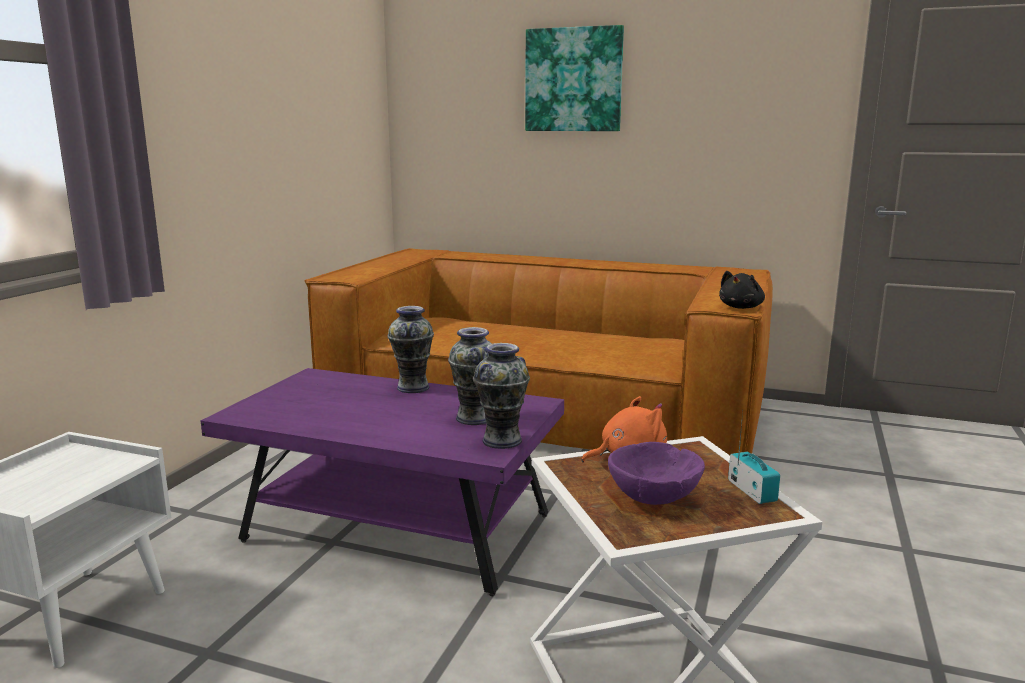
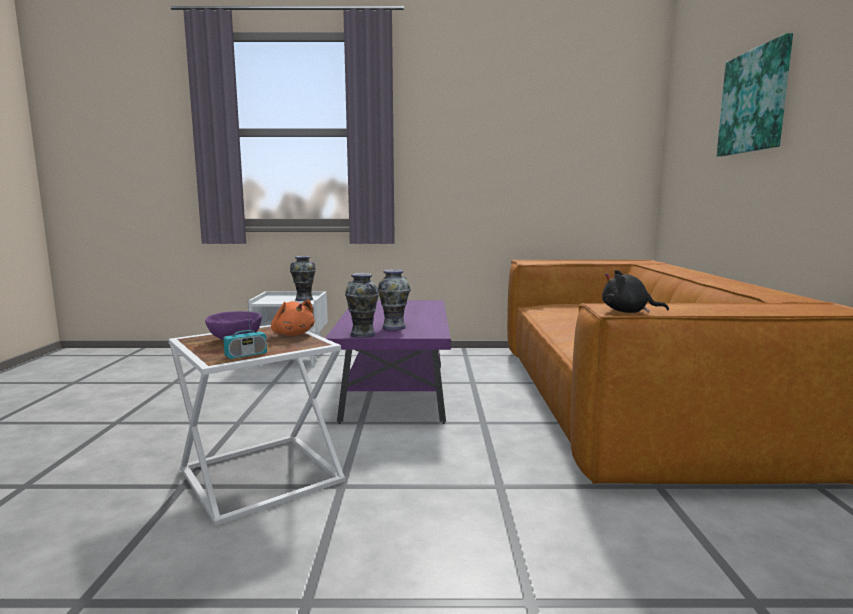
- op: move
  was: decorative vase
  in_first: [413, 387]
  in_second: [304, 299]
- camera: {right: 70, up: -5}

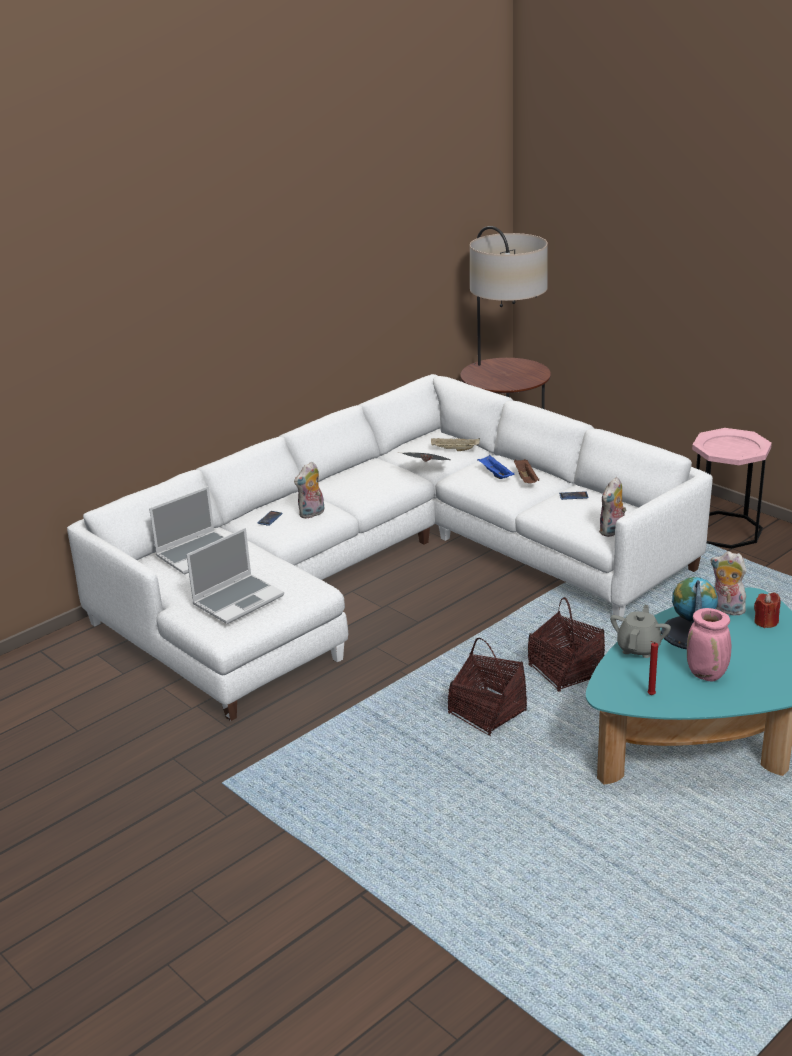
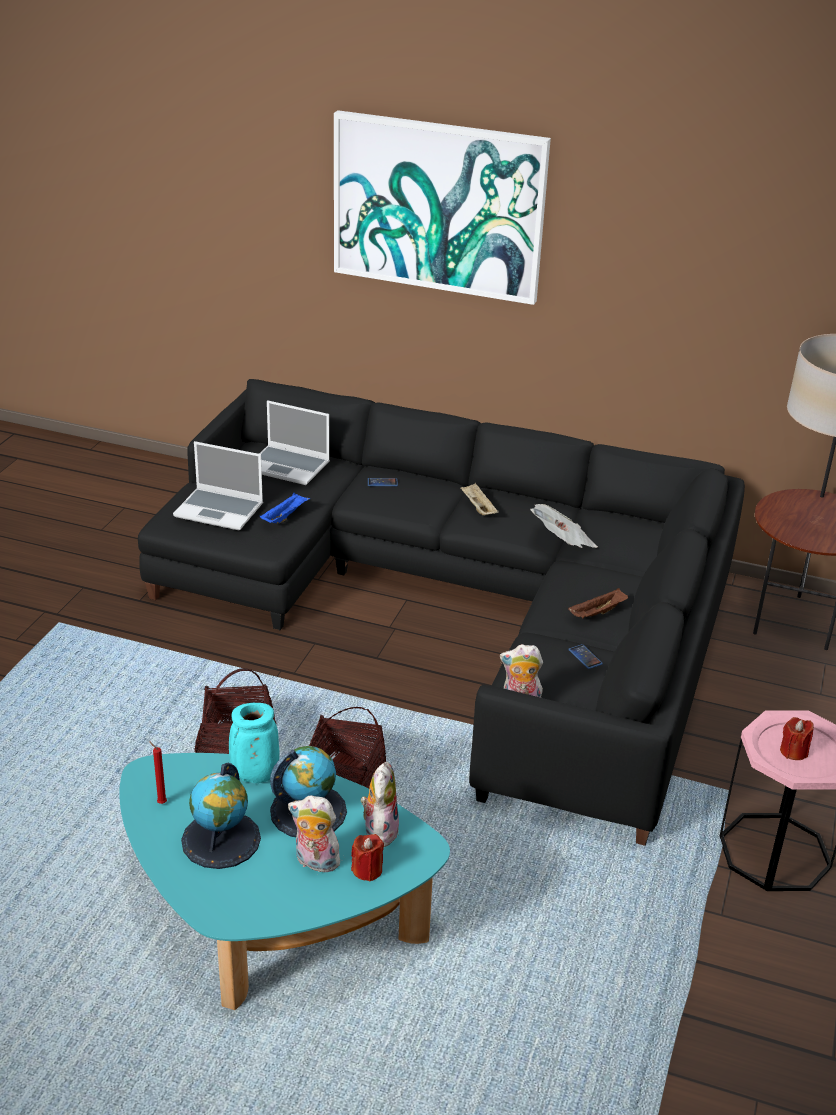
- op: recolor
  was: settee (whitish)
  now: settee (black)
  in_first: [387, 568]
  in_second: [466, 608]
- op: move
  was: tray (sand-coloured)
  in_first: [454, 450]
  in_second: [478, 508]
- op: move
  was: tray (bluish)
  in_first: [495, 474]
  in_second: [285, 516]
- op: move
  was: plush toy
  in_first: [312, 514]
  in_second: [315, 862]
- op: replace
  was: tea pot (grey)
  now: decorative vase (turquoise-coloured)
  in_first: [639, 648]
  in_second: [254, 776]
- op: replace
  was: decorative vase (pink)
  now: globe
  in_first: [707, 675]
  in_second: [221, 840]
- op: insert
  now: picture
  in_second: [438, 206]
- op: insert
  now: candle (reddish)
  in_second: [793, 751]
- camera: {right: 60, up: 5}

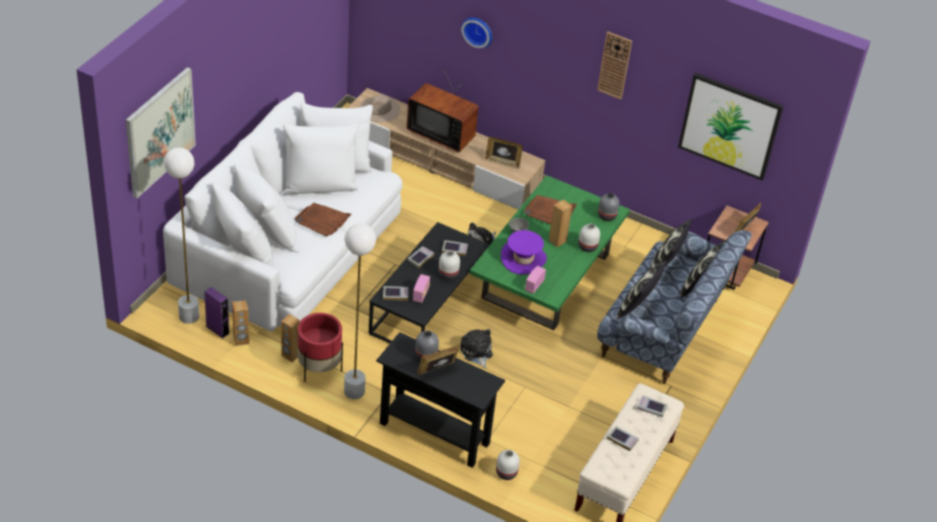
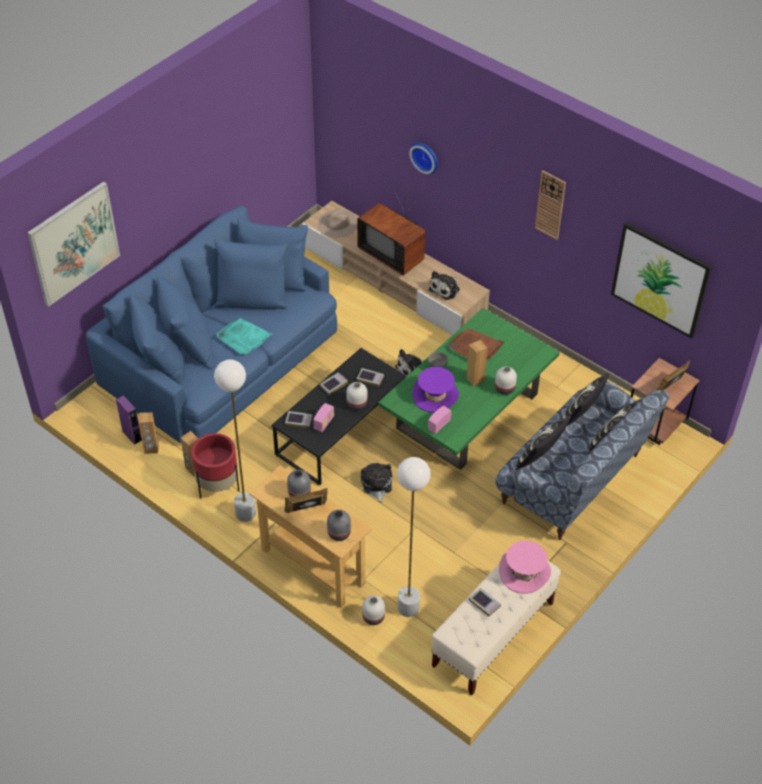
- op: recolor
  was: settee (whitish)
  now: settee (bluish)
  in_first: [288, 248]
  in_second: [221, 357]
- op: replace
  was: picture frame
  now: plush toy
  in_first: [502, 162]
  in_second: [445, 289]
- op: move
  was: floor lamp (whitish)
  in_first: [189, 316]
  in_second: [408, 608]
- op: move
  was: decorative vase (grey)
  in_first: [607, 215]
  in_second: [339, 533]
- op: recolor
  was: tray (brown-coloured)
  now: tray (turquoise-coloured)
  in_first: [322, 221]
  in_second: [243, 338]
- op: recolor
  was: narrow table (black)
  now: narrow table (sand-coloured)
  in_first: [434, 433]
  in_second: [312, 566]
- op: replace
  was: volume
  now: hat (pink)
  in_first: [651, 408]
  in_second: [524, 572]
- camera: {right: 15, up: 5}

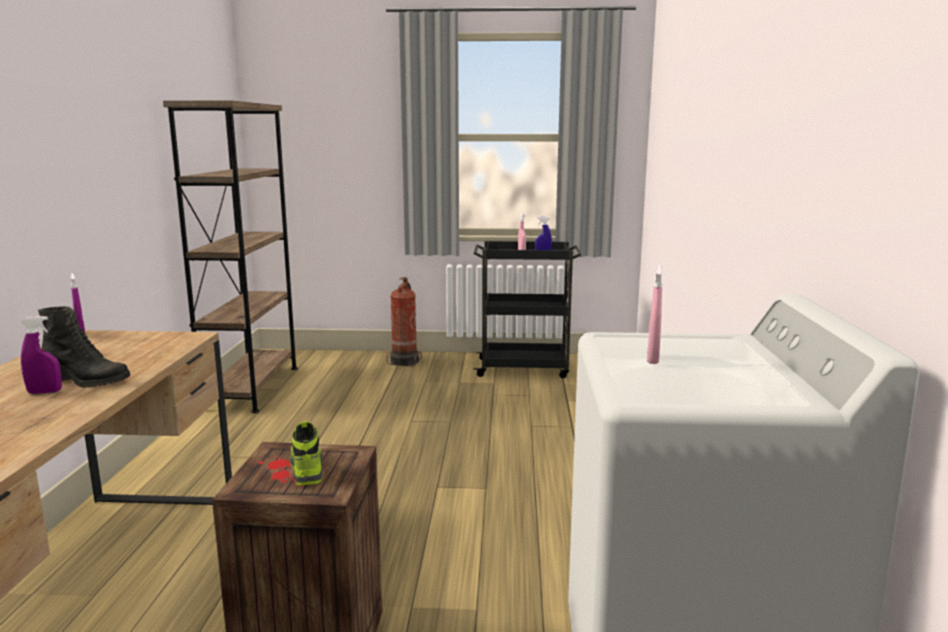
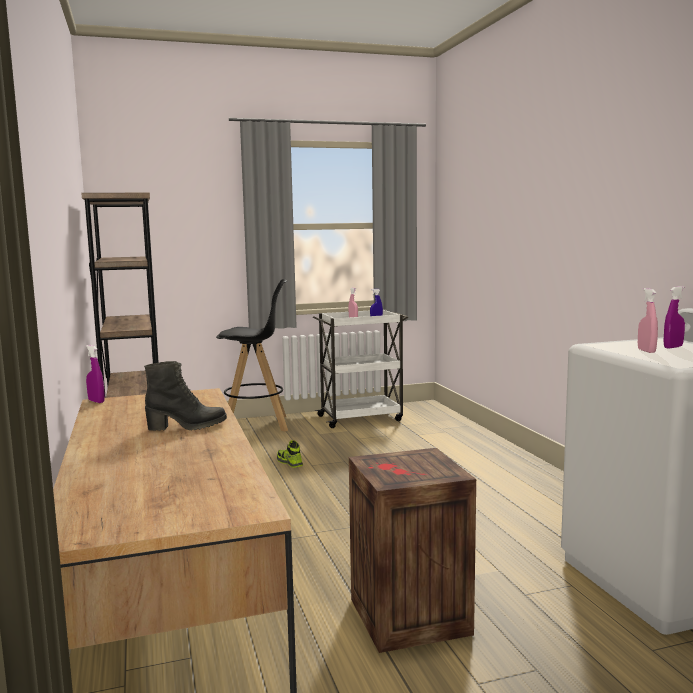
- op: recolor
  was: wheeled cart (black)
  now: wheeled cart (whitish)
  in_first: [524, 368]
  in_second: [361, 418]
- op: replace
  was: extinguisher
  now: stool (black)
  in_first: [405, 361]
  in_second: [256, 425]
- op: move
  was: sprayer (purplish)
  in_first: [44, 392]
  in_second: [673, 347]
- op: move
  was: item of footwear
  in_first: [306, 468]
  in_second: [289, 462]
- camera: {right: -20, up: -5}

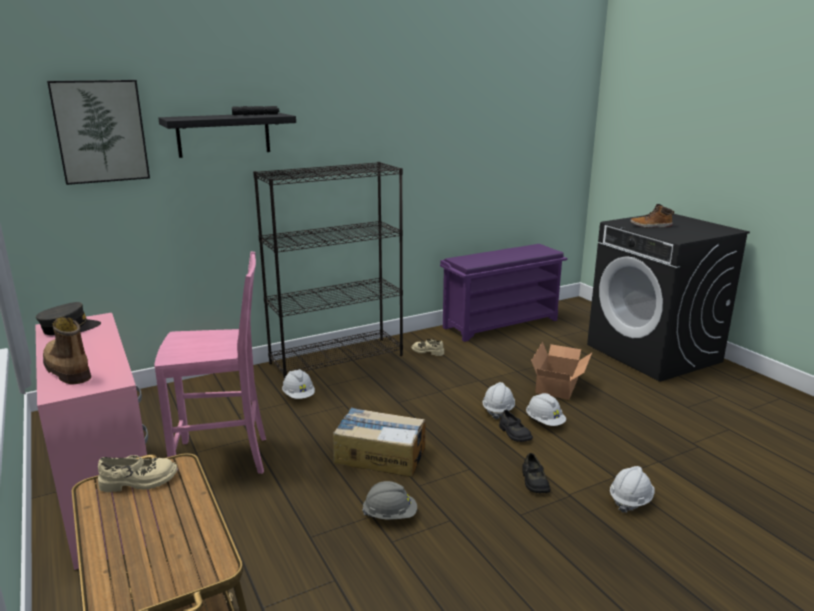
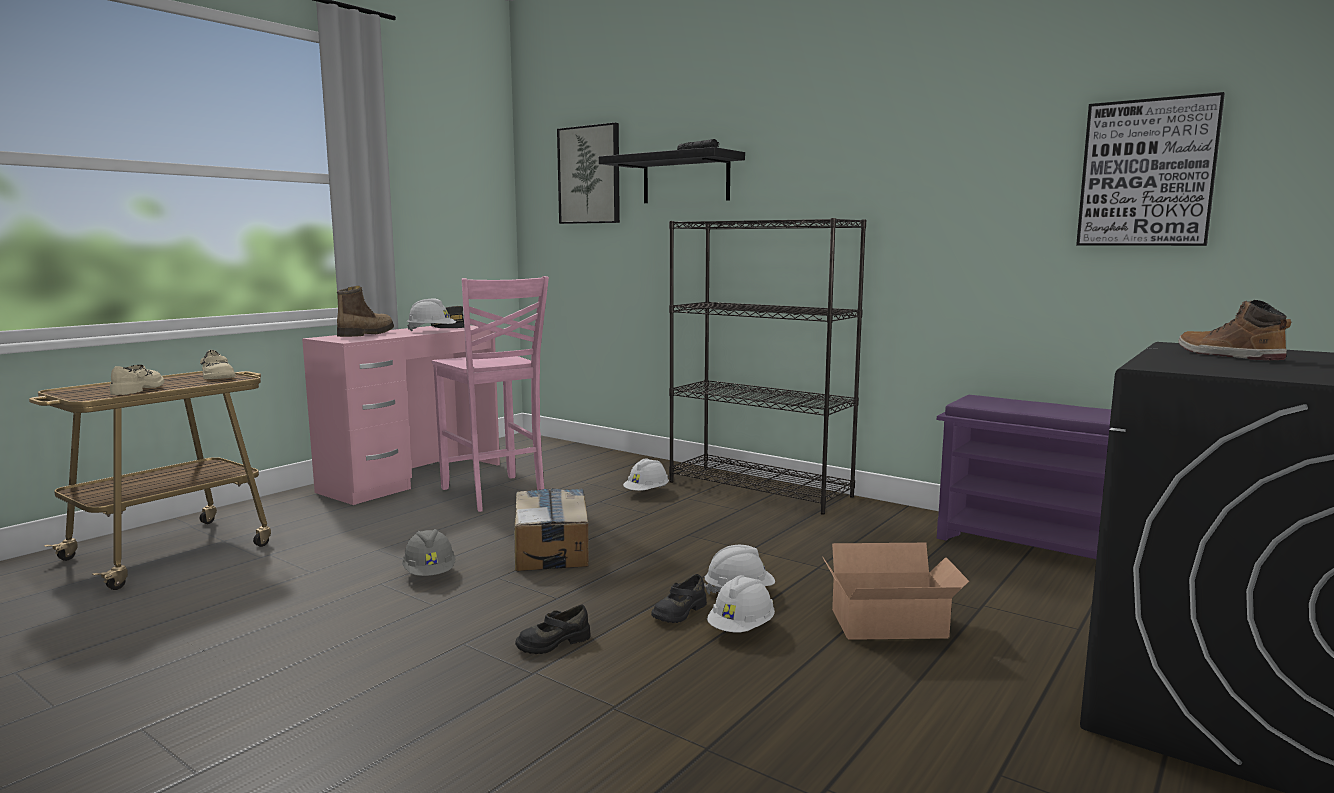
- op: move
  was: item of footwear (sand-coloured)
  in_first: [428, 351]
  in_second: [138, 389]
- op: move
  was: safety helmet (whitish)
  in_first: [630, 500]
  in_second: [431, 331]
- op: insert
  now: picture
  in_second: [1147, 173]
- camera: {right: 65, up: -10}

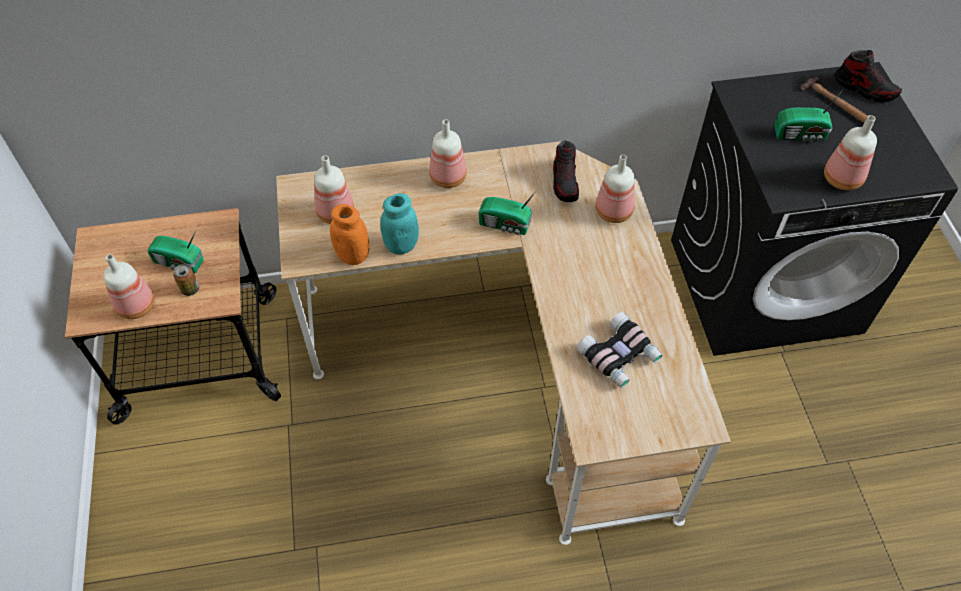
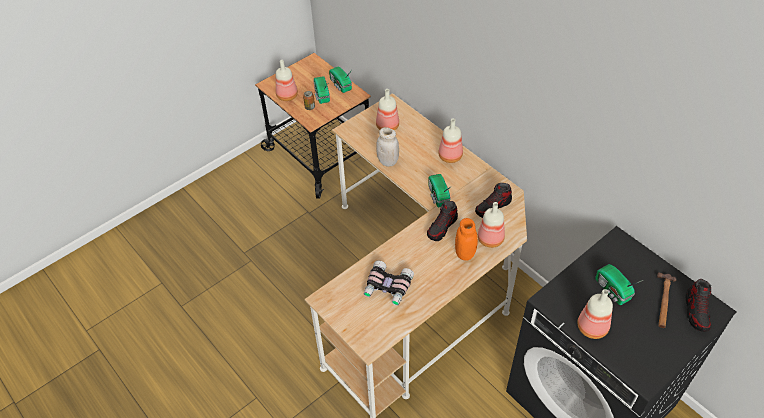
- op: recolor
  was: jar (turquoise-coloured)
  now: jar (whitish)
  in_first: [401, 245]
  in_second: [388, 161]
- op: move
  was: jar (orangey)
  in_first: [353, 256]
  in_second: [465, 253]
- op: insert
  now: radio set
  in_second: [340, 85]
- op: insert
  now: item of footwear
  in_second: [442, 227]
- camera: {right: 60, up: -5}

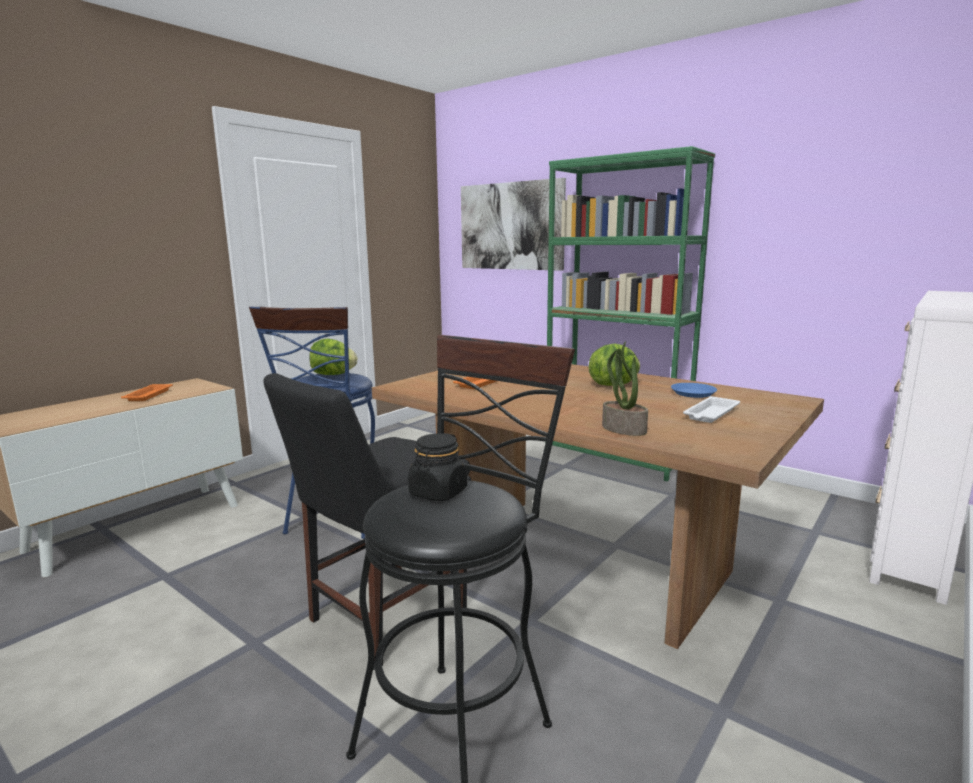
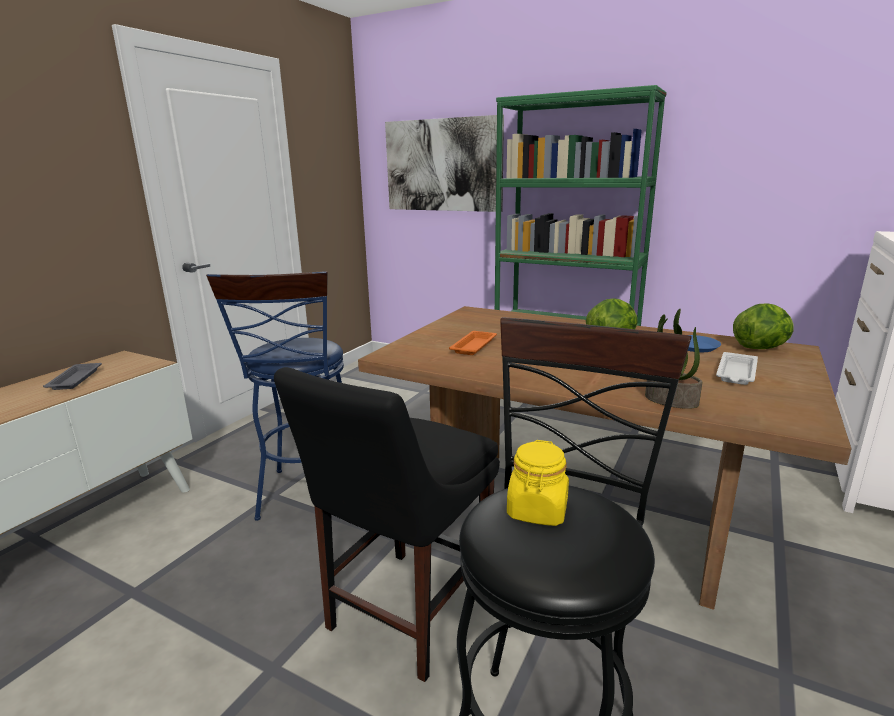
- op: move
  was: lettuce head
  in_first: [333, 374]
  in_second: [761, 348]
- op: recolor
  was: tray (orangey)
  now: tray (grey)
  in_first: [149, 395]
  in_second: [76, 379]
- op: recolor
  was: jar (black)
  now: jar (yellow-coloured)
  in_first: [438, 492]
  in_second: [537, 510]
- camera: {right: -10, up: 5}

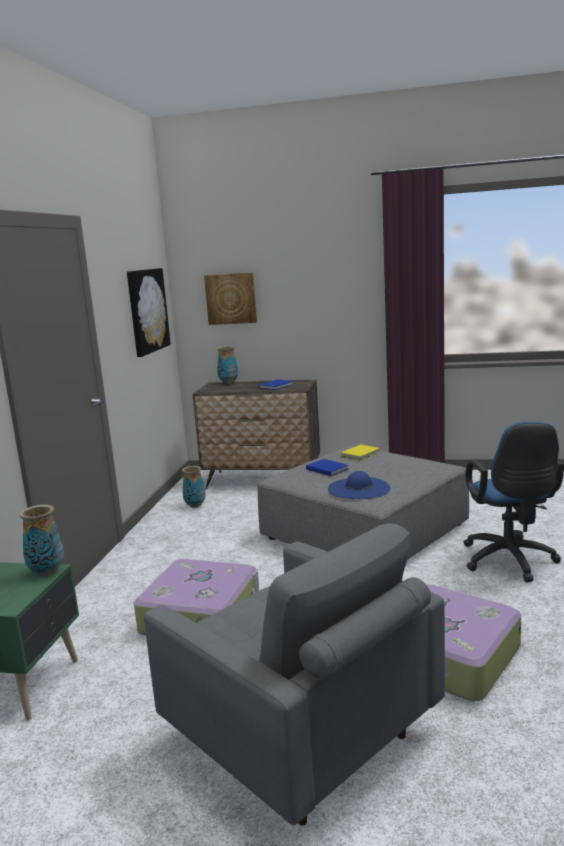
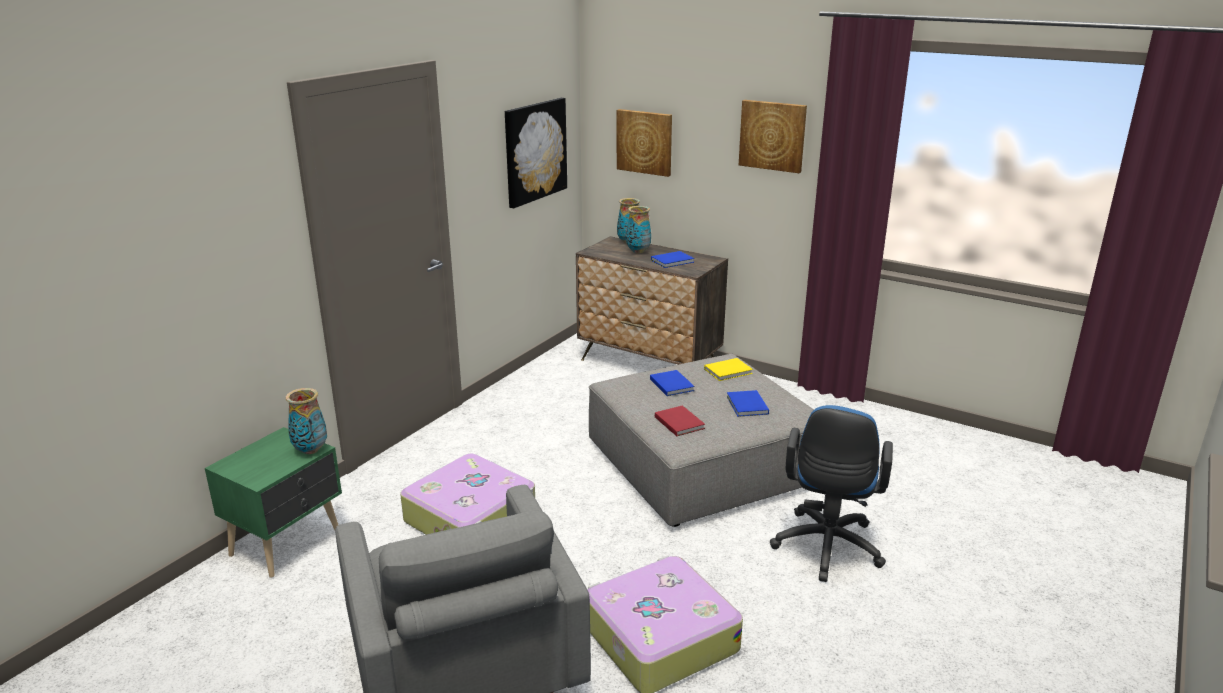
- op: move
  was: decorative vase
  in_first: [195, 506]
  in_second: [638, 251]
- op: replace
  was: hat (bluish)
  now: volume (reddish)
  in_first: [358, 488]
  in_second: [679, 422]
- op: insert
  now: picture
  in_second: [772, 135]
- op: insert
  now: volume (bluish)
  in_second: [746, 406]
- camera: {right: 20, up: 10}

